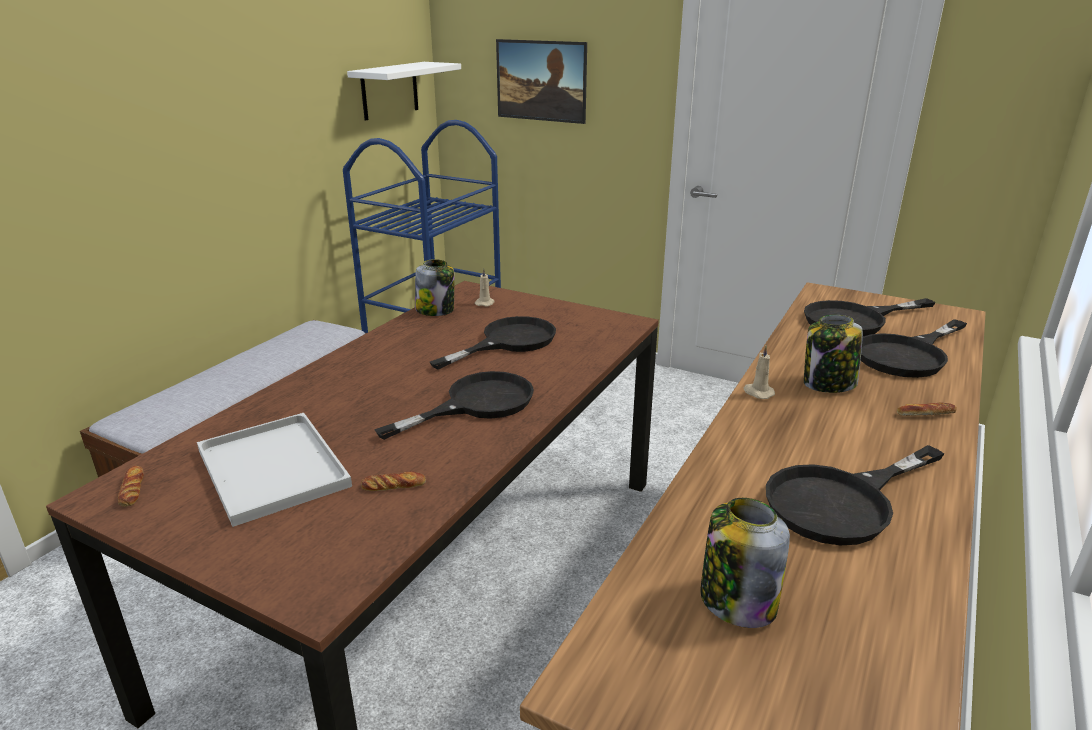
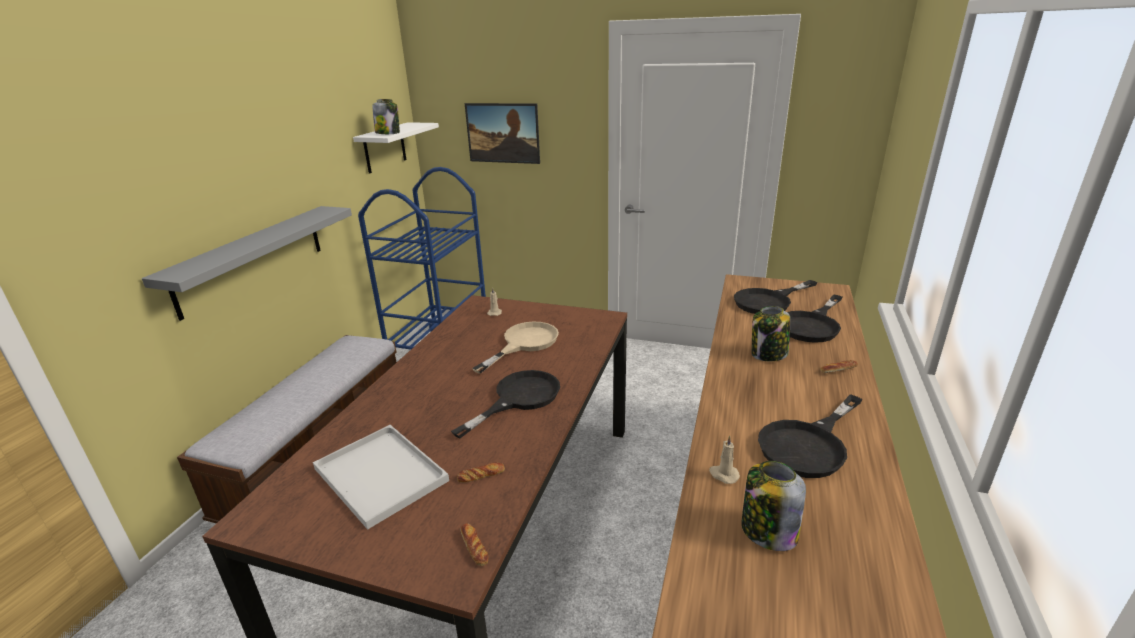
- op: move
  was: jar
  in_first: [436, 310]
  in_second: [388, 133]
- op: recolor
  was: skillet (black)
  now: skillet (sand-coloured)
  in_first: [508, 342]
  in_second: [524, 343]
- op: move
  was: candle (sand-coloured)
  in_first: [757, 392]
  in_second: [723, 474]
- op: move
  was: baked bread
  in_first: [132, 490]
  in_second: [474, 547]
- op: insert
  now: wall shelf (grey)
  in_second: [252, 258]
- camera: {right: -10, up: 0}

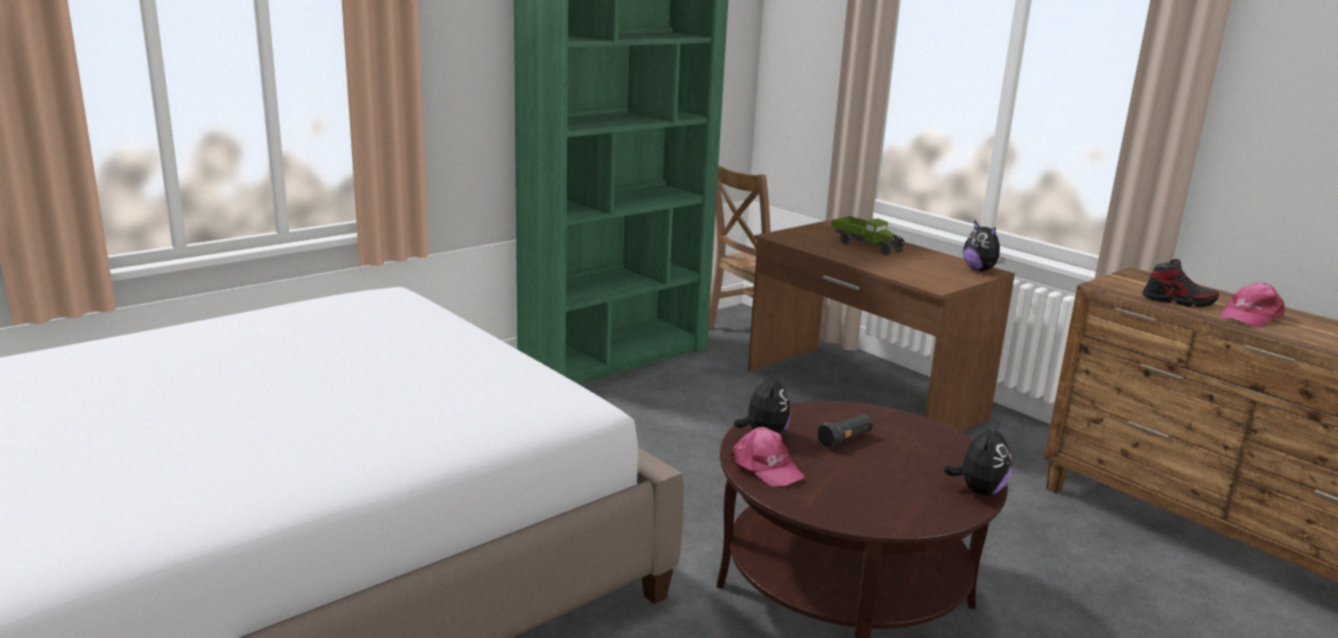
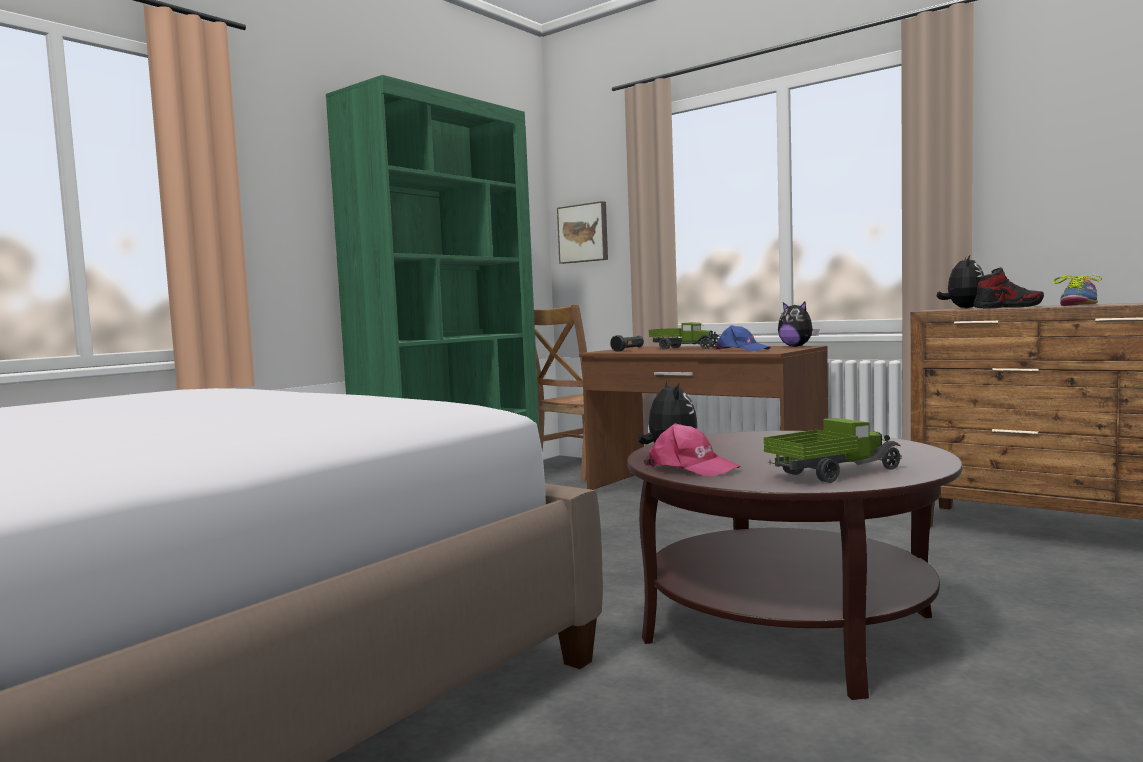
- op: replace
  was: baseball cap (pink)
  now: item of footwear
  in_first: [1250, 316]
  in_second: [1079, 305]
- op: move
  was: hand torch (black)
  in_first: [845, 440]
  in_second: [628, 350]
- op: move
  was: plush toy
  in_first: [979, 490]
  in_second: [963, 308]
- op: insert
  now: picture
  in_second: [584, 233]
- op: insert
  now: baseball cap (bluish)
  in_second: [741, 350]
- op: insert
  now: toy truck
  in_second: [833, 473]
- camera: {right: -10, up: -15}

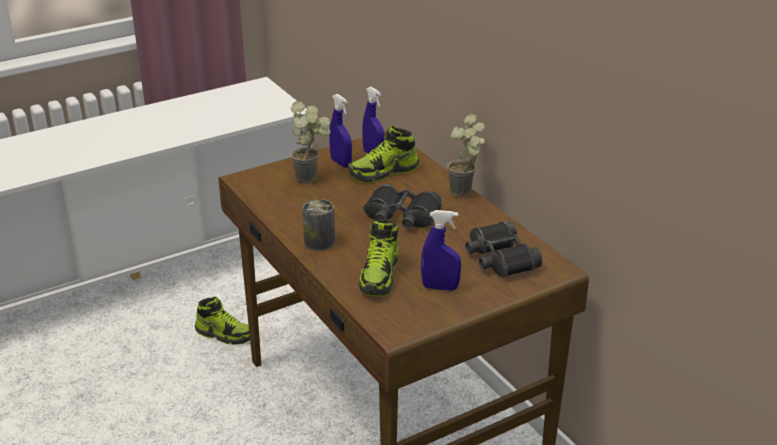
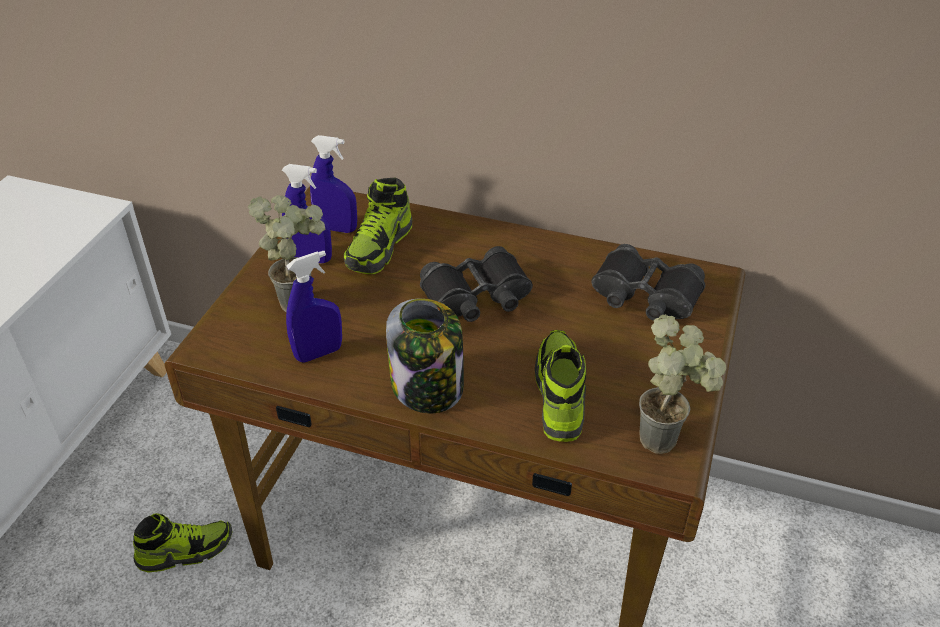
- op: move
  was: potted plant
  in_first: [466, 194]
  in_second: [668, 439]
- op: replace
  was: metal can
  now: jar
  in_first: [319, 242]
  in_second: [428, 388]
- op: move
  was: sprayer (bluish)
  in_first: [440, 287]
  in_second: [318, 353]
- op: rotate
  was: item of footwear
  in_first: [380, 276]
  in_second: [559, 395]
  clockwise: -150
- camera: {right: -40, up: 10}

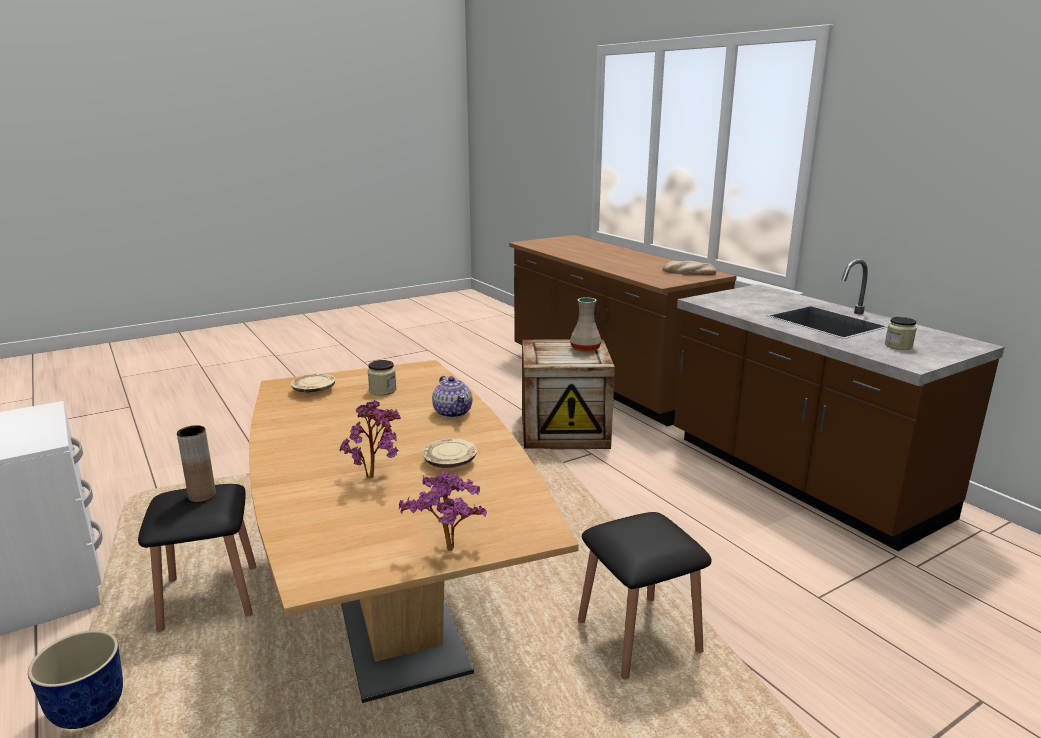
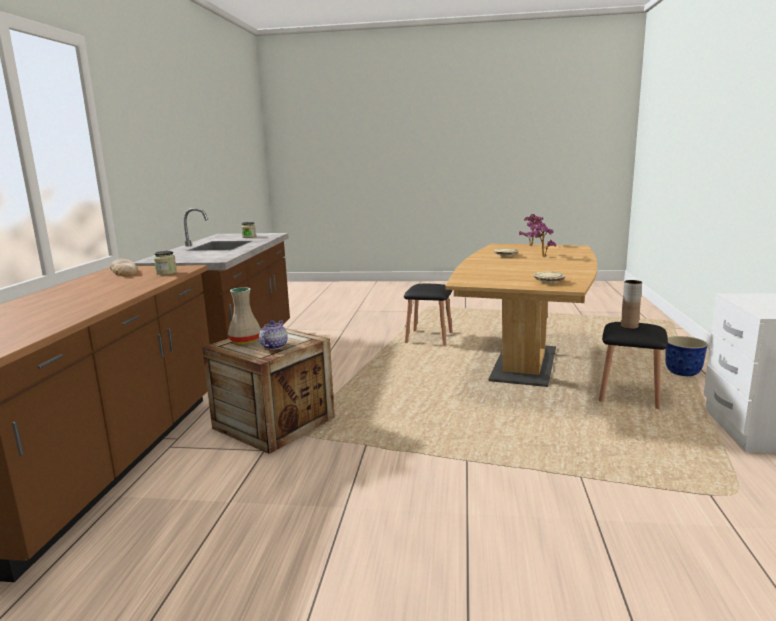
- op: move
  was: jar
  in_first: [382, 390]
  in_second: [166, 273]
- op: move
  was: tea pot
  in_first: [453, 412]
  in_second: [273, 346]
- camera: {right: -140, up: -5}

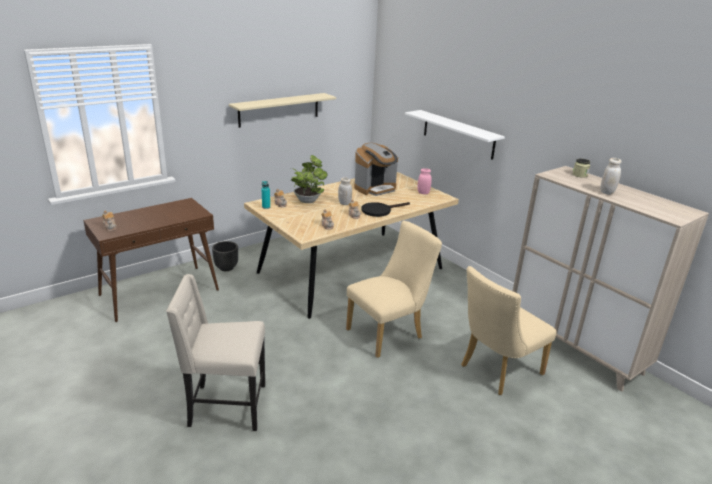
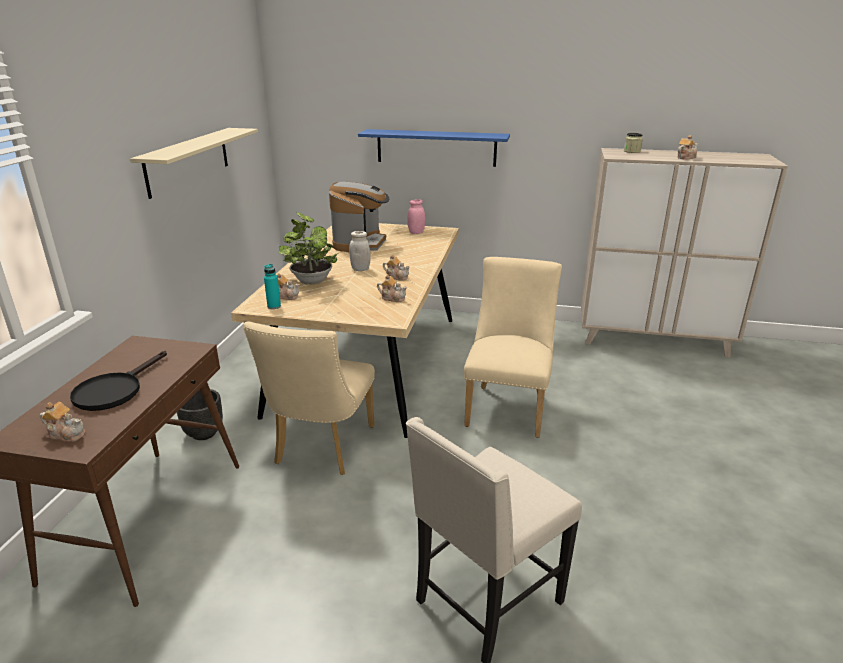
- op: recolor
  was: wall shelf (whitish)
  now: wall shelf (bluish)
  in_first: [458, 134]
  in_second: [436, 147]
- op: replace
  was: jar (whitish)
  now: tea pot
  in_first: [607, 192]
  in_second: [685, 157]
- op: move
  was: skillet (black)
  in_first: [379, 211]
  in_second: [114, 390]
- op: move
  was: chair (sand-coloured)
  in_first: [496, 371]
  in_second: [321, 449]
- camera: {right: -40, up: 0}

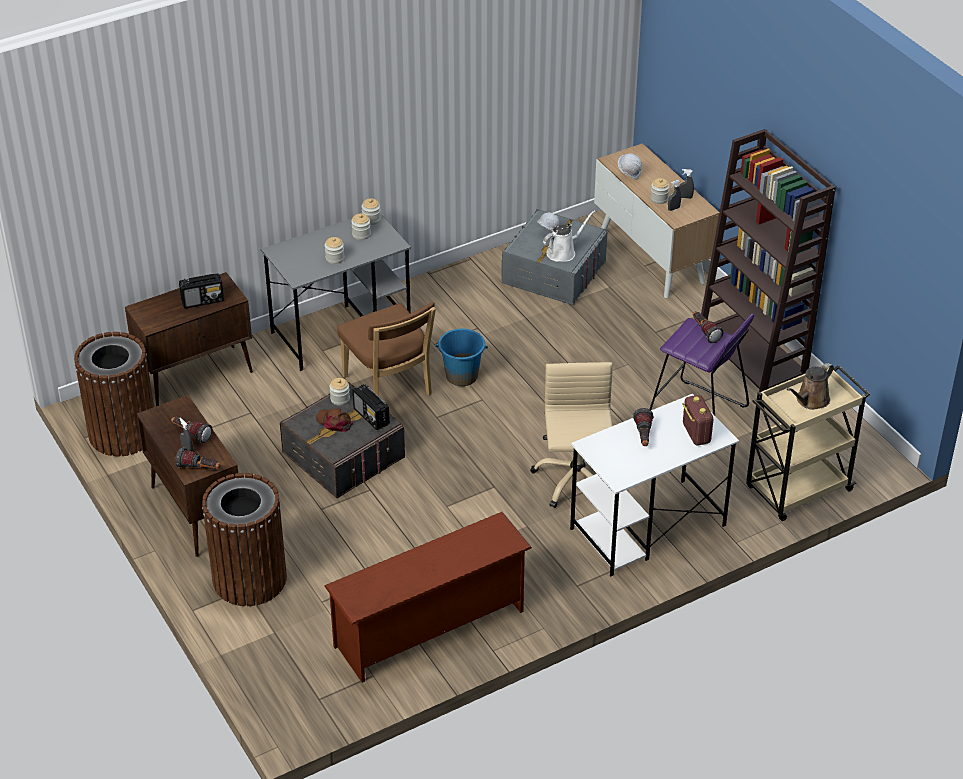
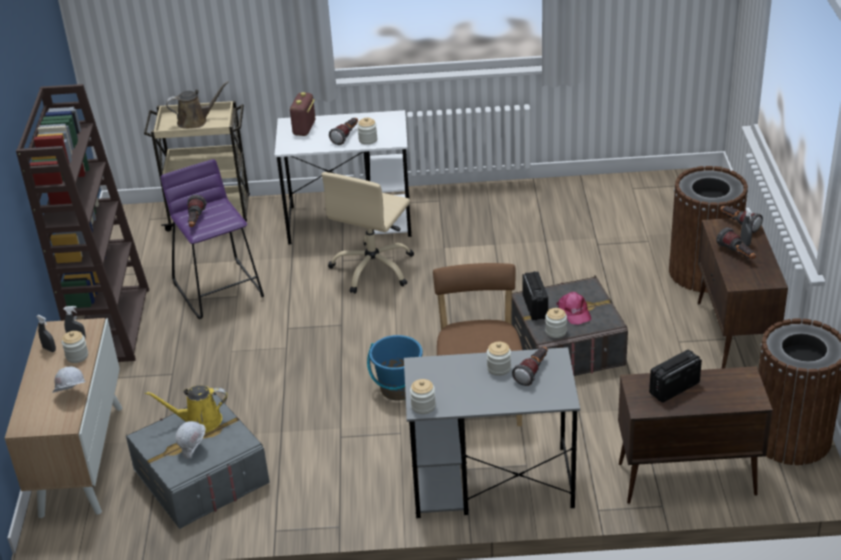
- op: recolor
  was: watering pot (whitish)
  now: watering pot (yellow-coloured)
  in_first: [563, 252]
  in_second: [199, 421]
- op: move
  was: jar
  in_first: [361, 234]
  in_second: [368, 140]
- op: rotate
  was: radio set
  in_first: [203, 301]
  in_second: [673, 388]
  clockwise: -45
- op: recolor
  was: baseball cap (brown-coloured)
  now: baseball cap (pink)
  in_first: [334, 422]
  in_second: [574, 312]
- op: delete
  was: shoe rack (brown-coloured)
  in_first: [430, 630]
- op: insert
  now: hand torch
  in_second: [533, 372]
- camera: {right: -150, up: -5}

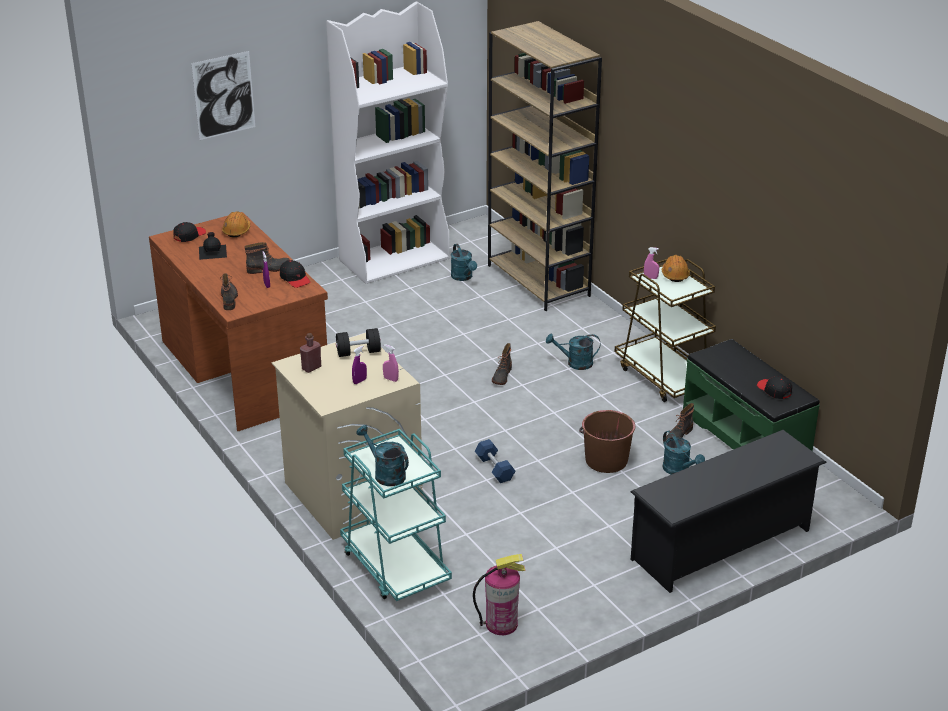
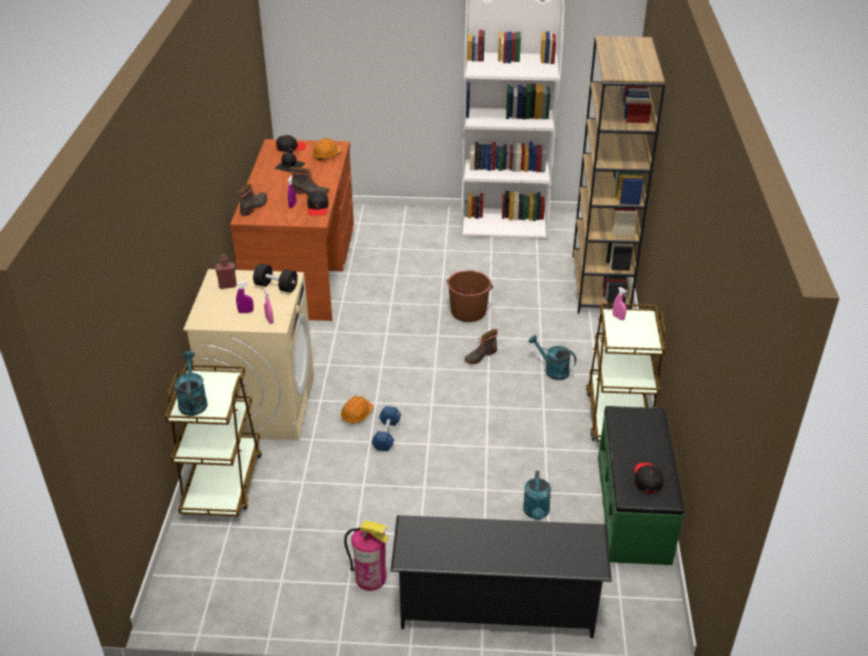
- op: delete
  was: picture
  in_first: [224, 95]
- op: delete
  was: watering pot (turquoise-coloured)
  in_first: [463, 277]
- op: move
  was: safety helmet (orangey)
  in_first: [675, 274]
  in_second: [357, 414]
- op: delete
  was: tall boot
  in_first: [678, 436]
- op: move
  was: water bucket (brown-coloured)
  in_first: [606, 460]
  in_second: [468, 311]
- op: recolor
  was: wheeled cart (turquoise-coloured)
  now: wheeled cart (brown-coloured)
  in_first: [395, 566]
  in_second: [223, 482]
- op: move
  was: extinguisher
  in_first: [501, 624]
  in_second: [370, 577]
- camera: {right: 35, up: 5}

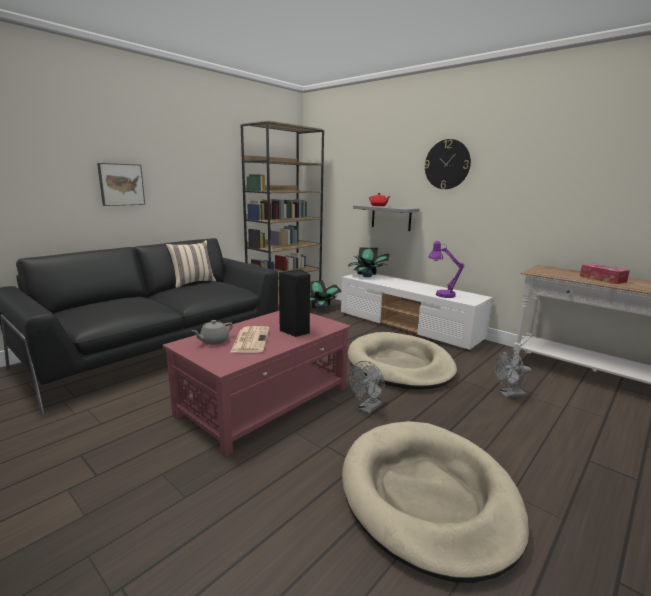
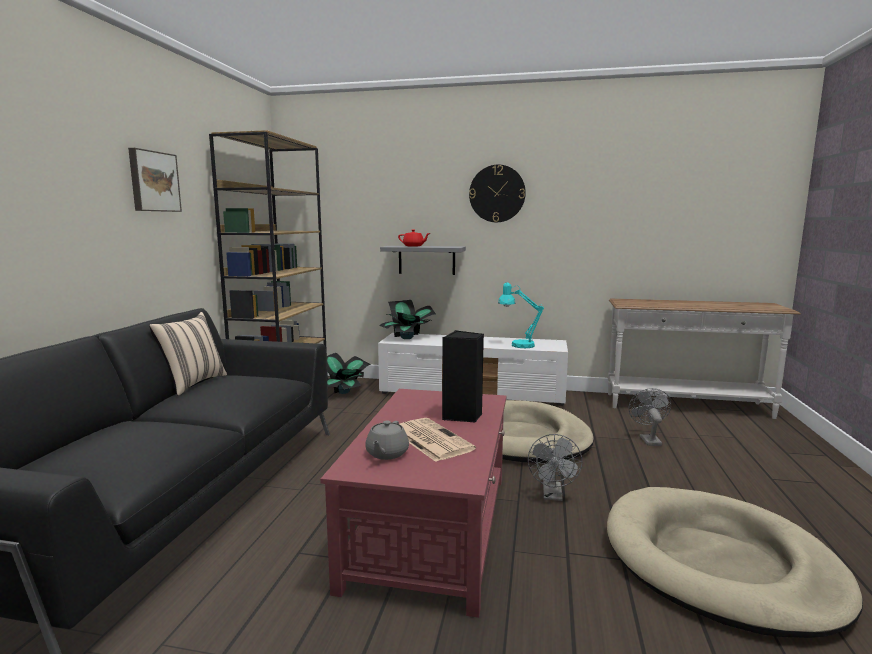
- op: move
  was: picture
  in_first: [121, 184]
  in_second: [153, 181]
- op: recolor
  was: lamp for a table (purplish)
  now: lamp for a table (turquoise-coloured)
  in_first: [441, 294]
  in_second: [517, 345]
- op: delete
  was: box of tissues
  in_first: [602, 279]
- op: rotate
  was: fan (grey)
  in_first: [508, 394]
  in_second: [648, 439]
  clockwise: 135
- camera: {right: -30, up: -5}

